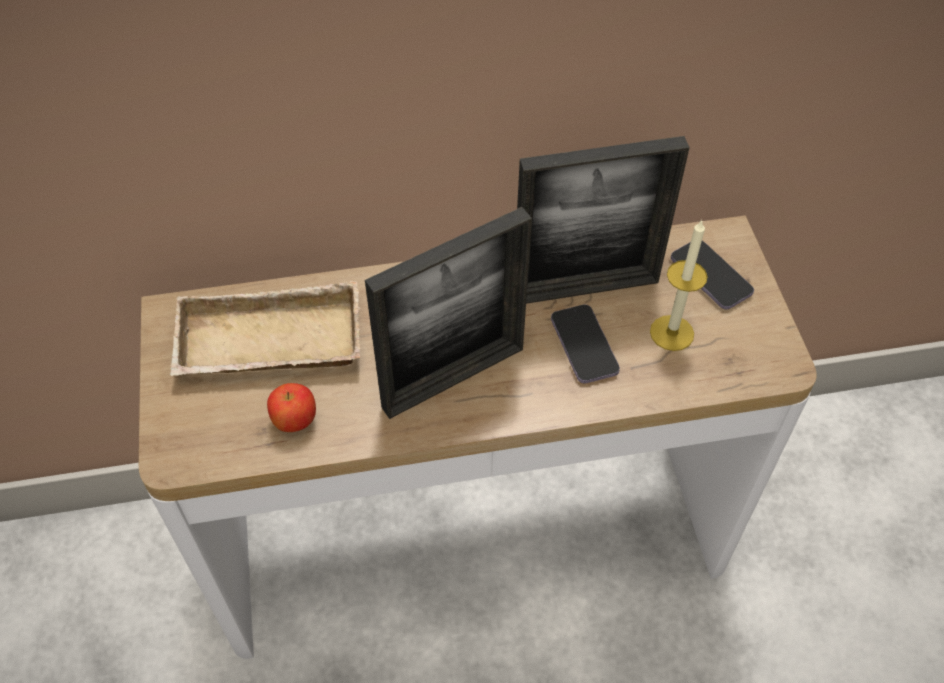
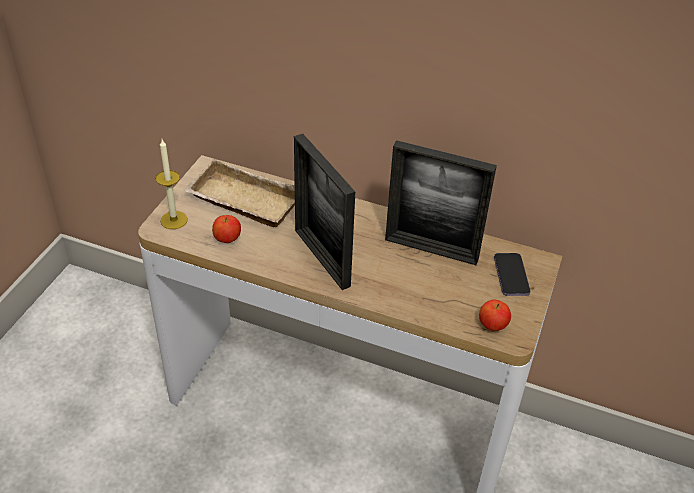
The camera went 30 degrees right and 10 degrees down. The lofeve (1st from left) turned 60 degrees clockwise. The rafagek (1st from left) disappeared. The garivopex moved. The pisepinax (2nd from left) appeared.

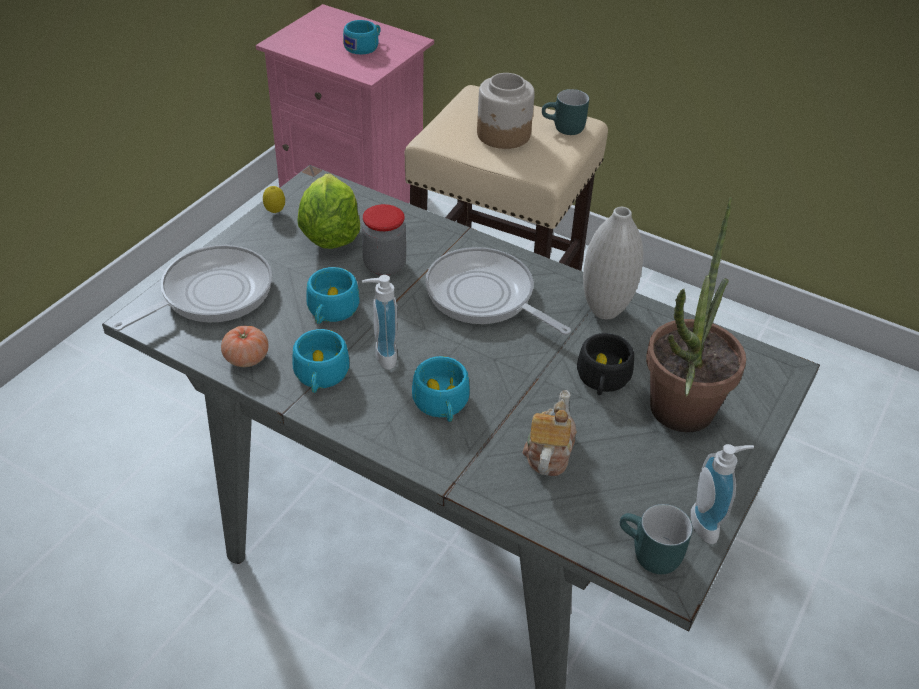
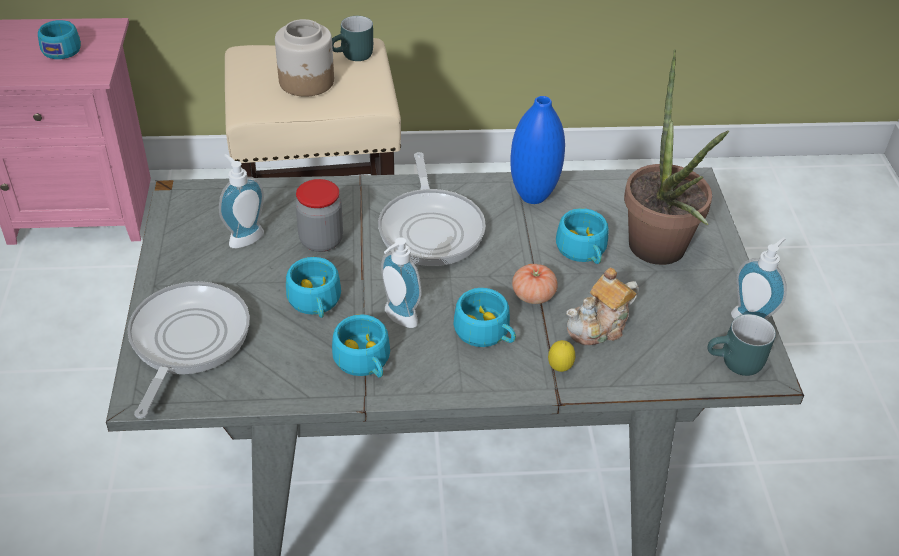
The camera went 35 degrees left and 0 degrees up. The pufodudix moved. The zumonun moved. The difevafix was replaced by the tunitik (1st from left). The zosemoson (2nd from left) turned 105 degrees counterclockwise. The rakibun turned 105 degrees counterclockwise. The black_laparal became the turquoise_laparal (5th from left). The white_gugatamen became the blue_gugatamen.

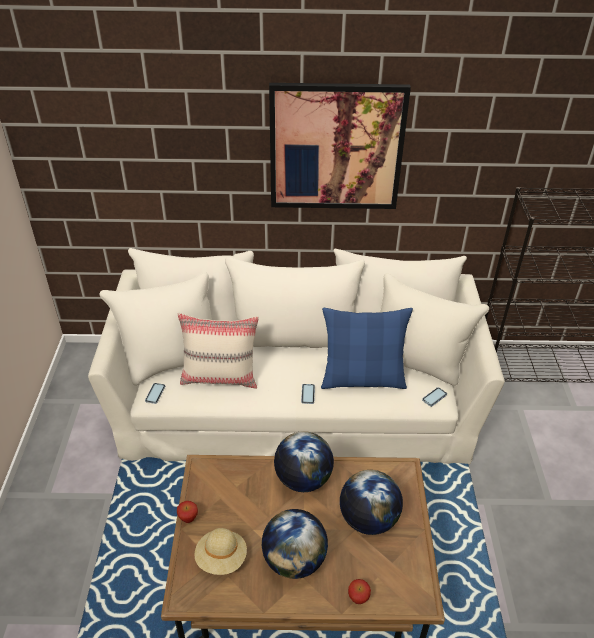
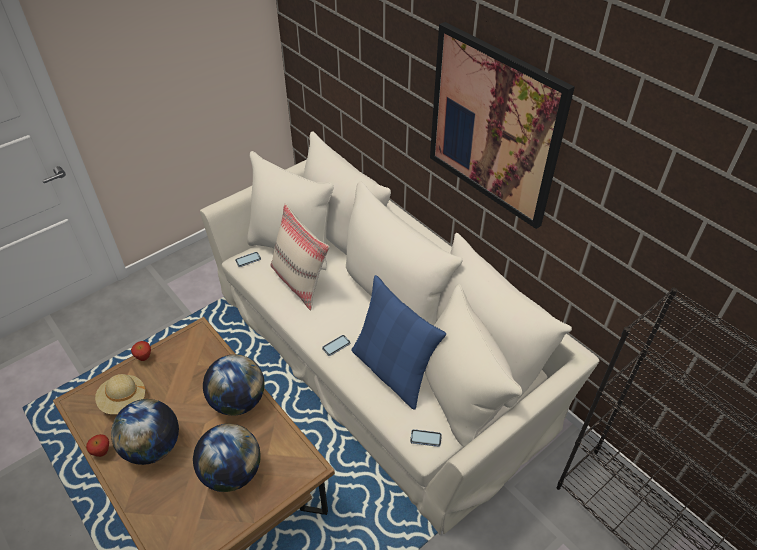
The camera went 50 degrees right and 5 degrees up. The pisepinax (2nd from left in the first image) moved.

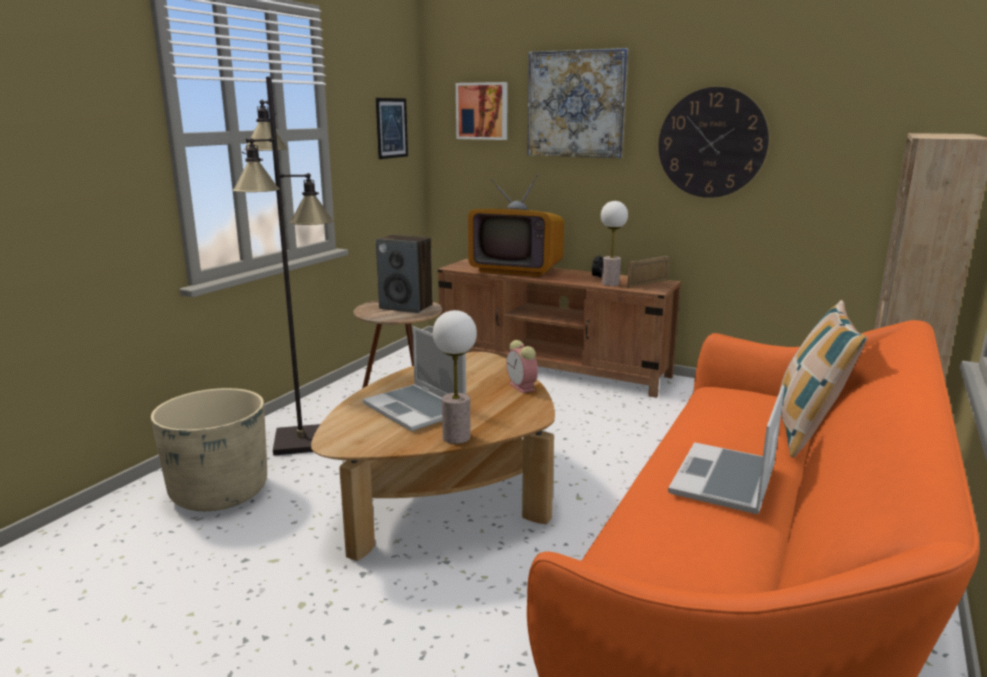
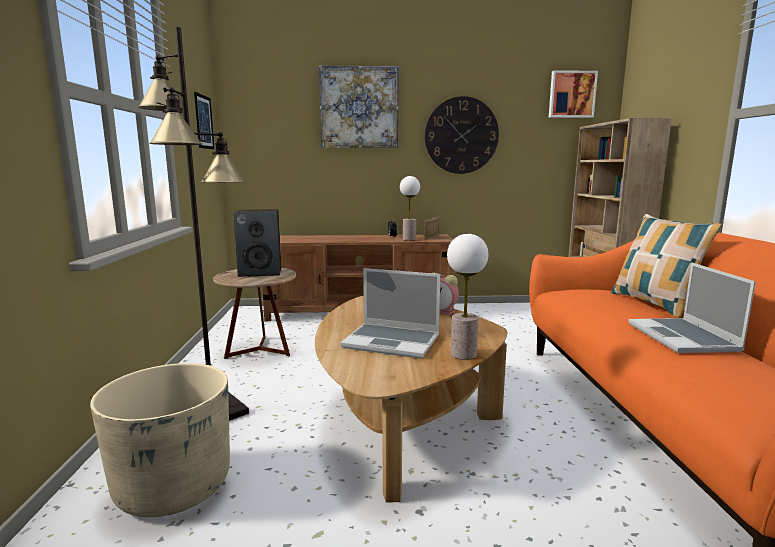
The camera went 30 degrees left and 5 degrees down. The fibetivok (2nd from left in the first image) moved. The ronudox disappeared.

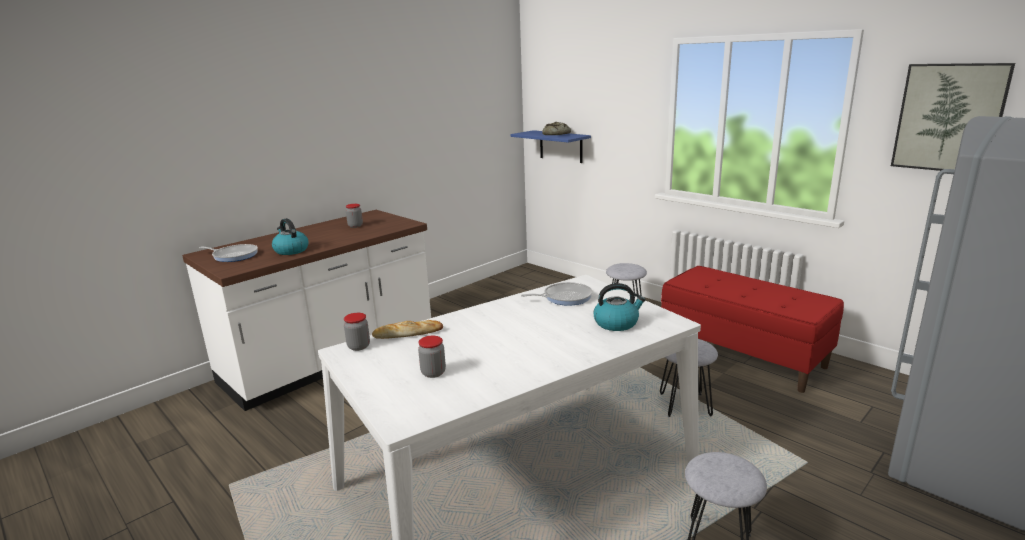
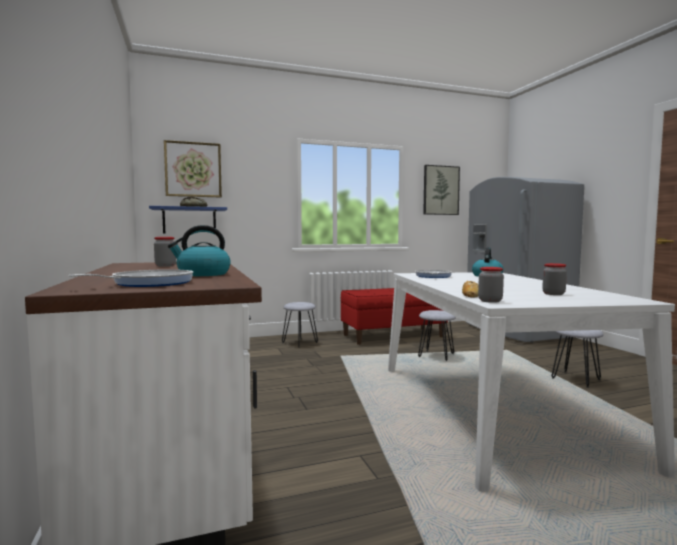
The camera went 65 degrees left and 15 degrees down. The fibetivok (1st from left) appeared.

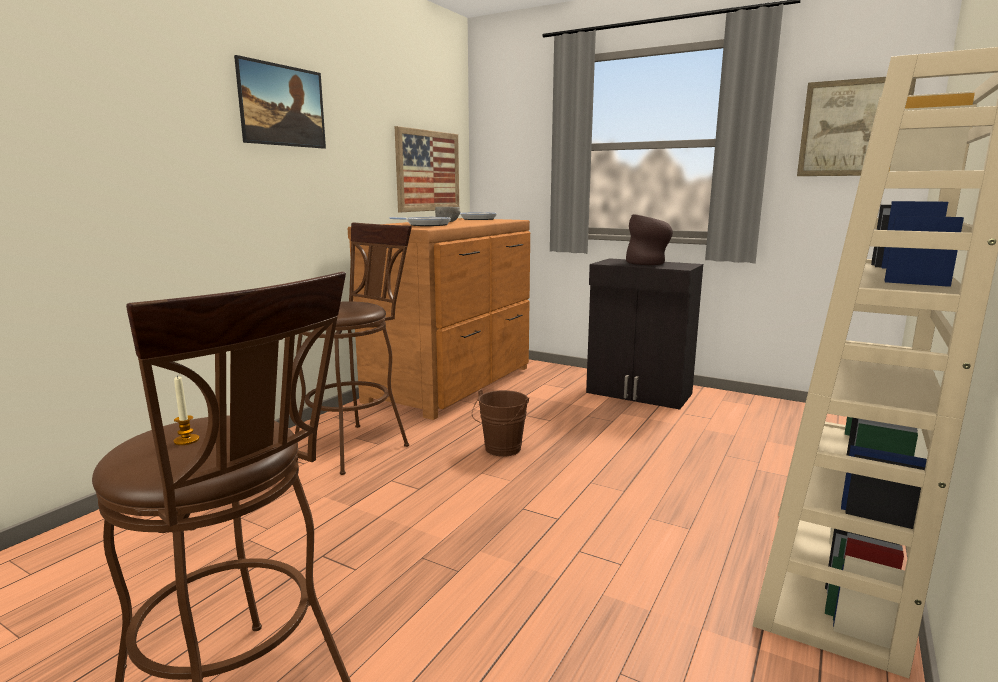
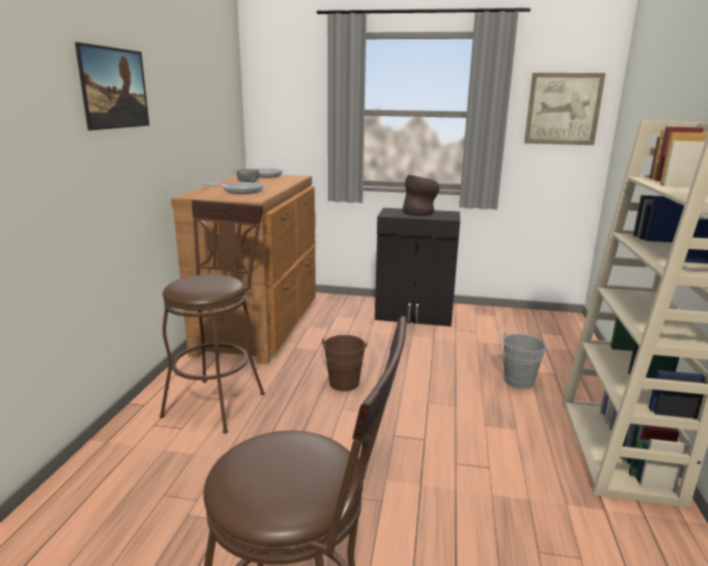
The camera went 20 degrees left and 5 degrees up. The garivopex disappeared. The fibetivok (2nd from left) disappeared. The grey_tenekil appeared.

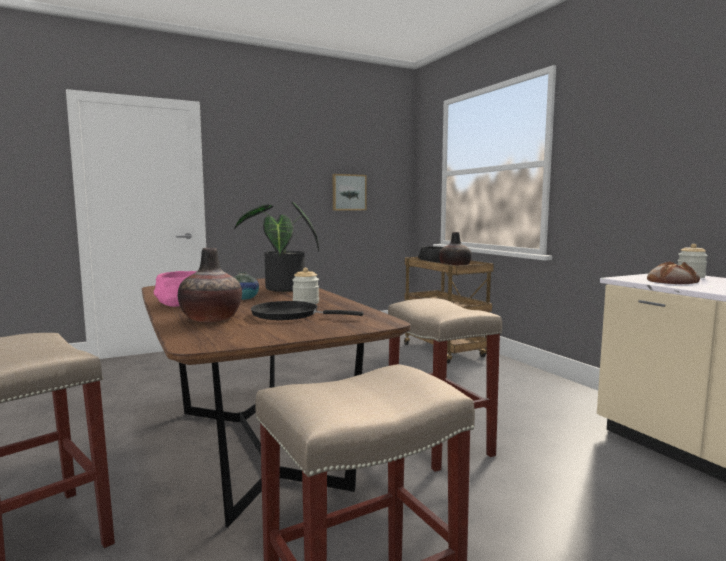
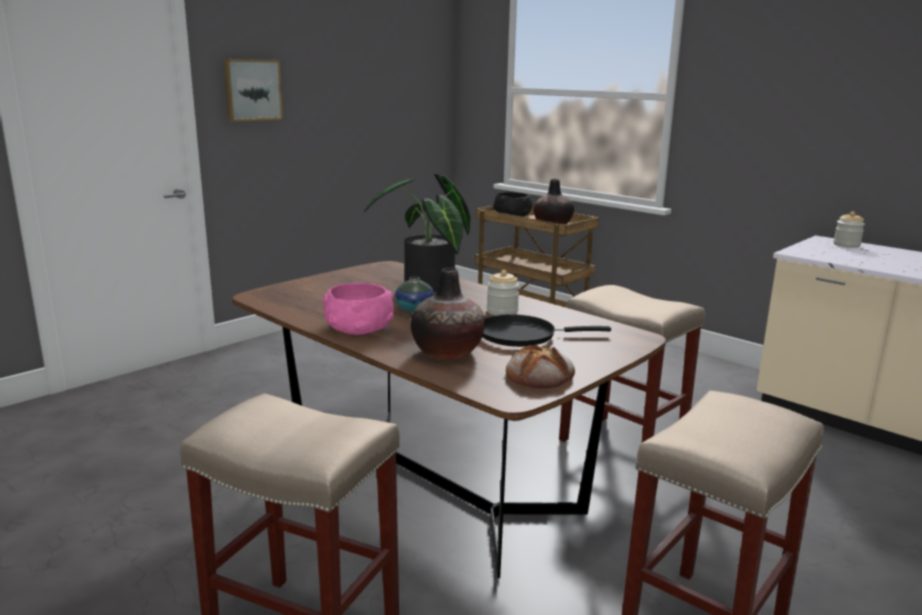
The camera went 20 degrees left and 10 degrees up. The fibetivok moved. The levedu moved.

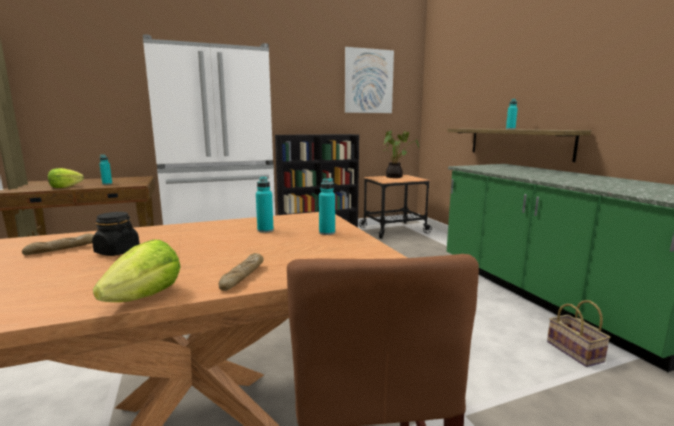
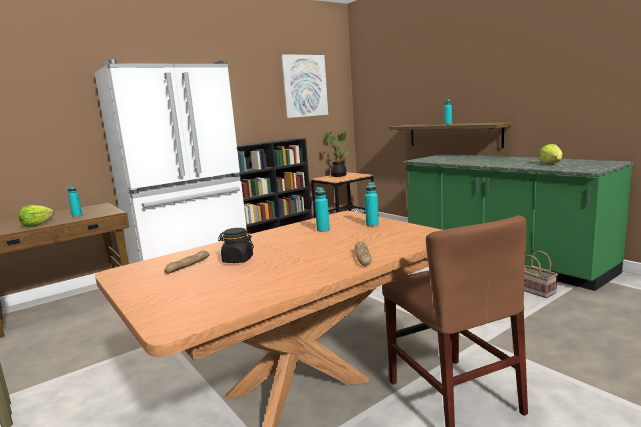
The camera went 15 degrees left and 0 degrees up. The difevafix (2nd from left) moved.

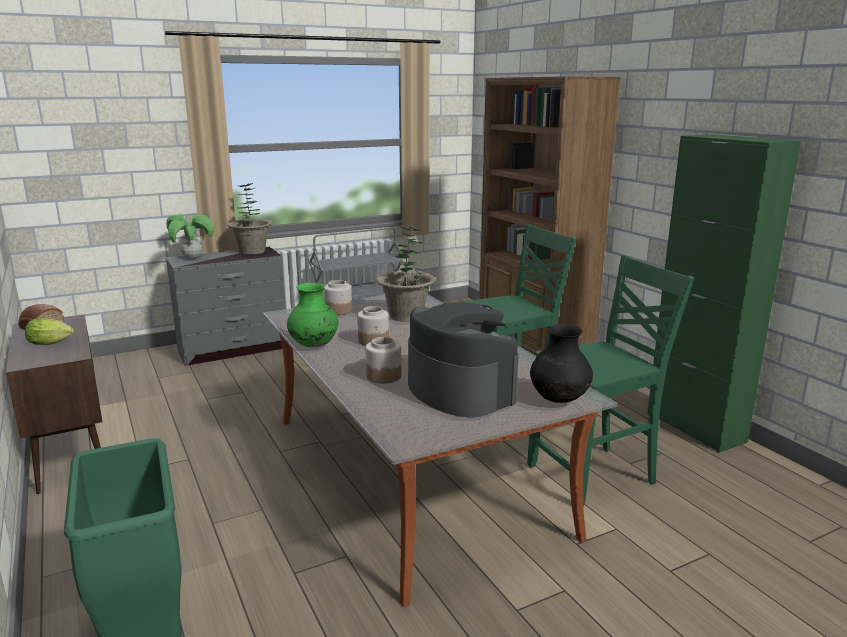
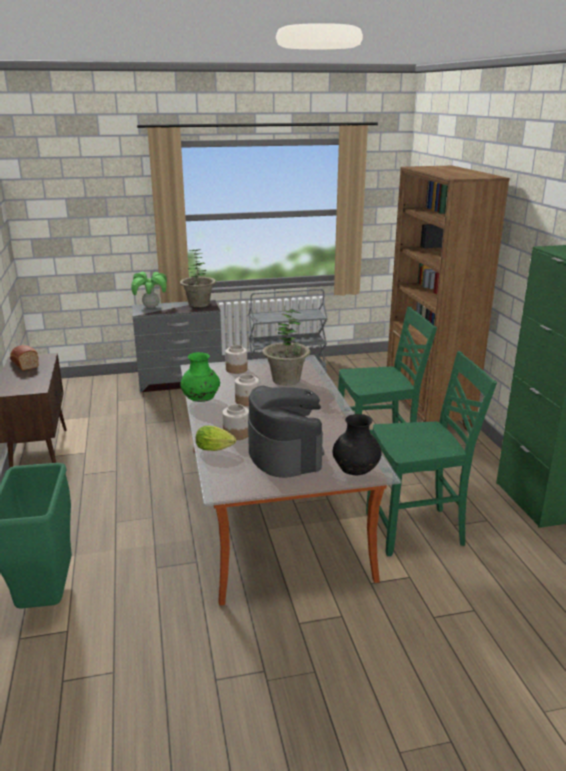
The camera went 15 degrees right and 5 degrees up. The difevafix moved.

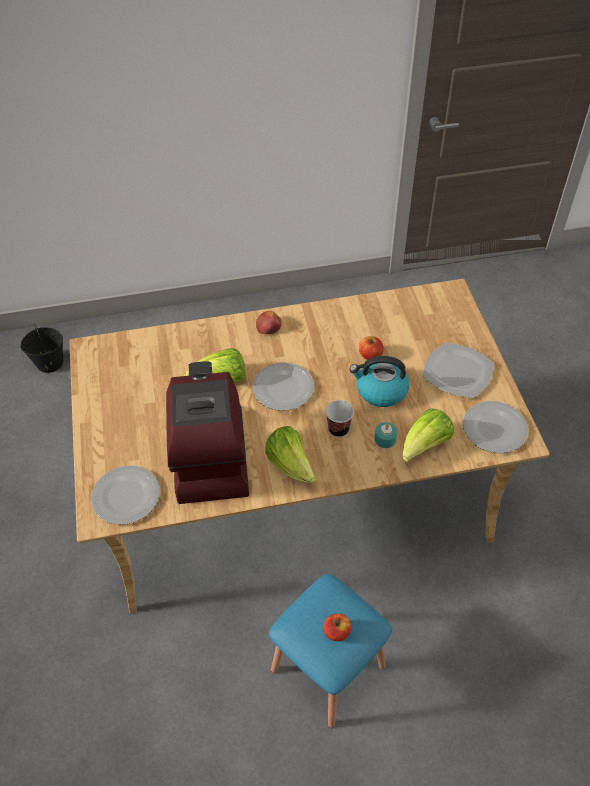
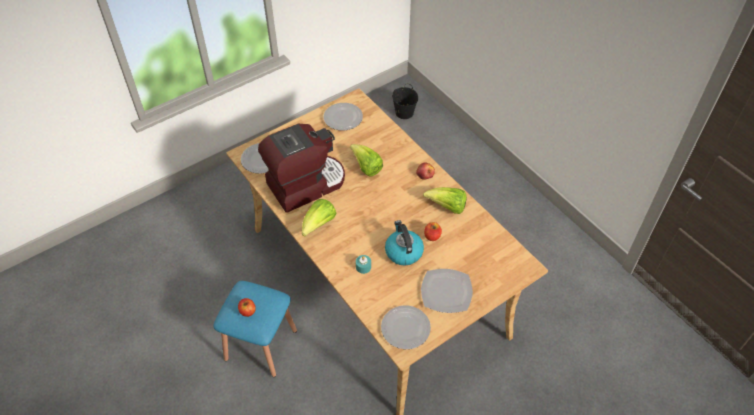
The camera went 65 degrees right and 0 degrees up. The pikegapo (2nd from left) moved. The laparal disappeared. The difevafix (3rd from left) moved.

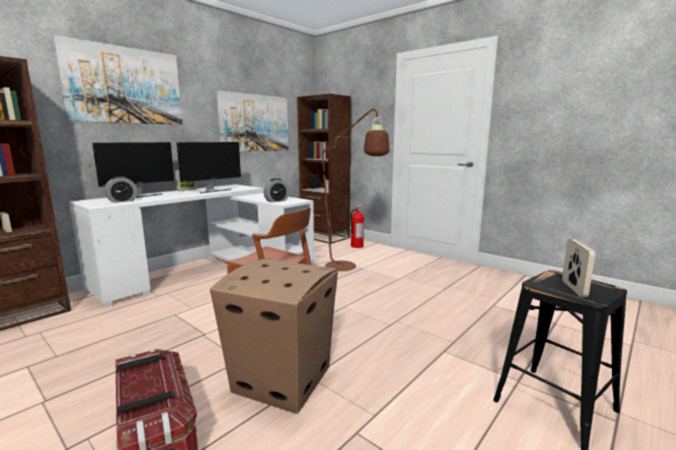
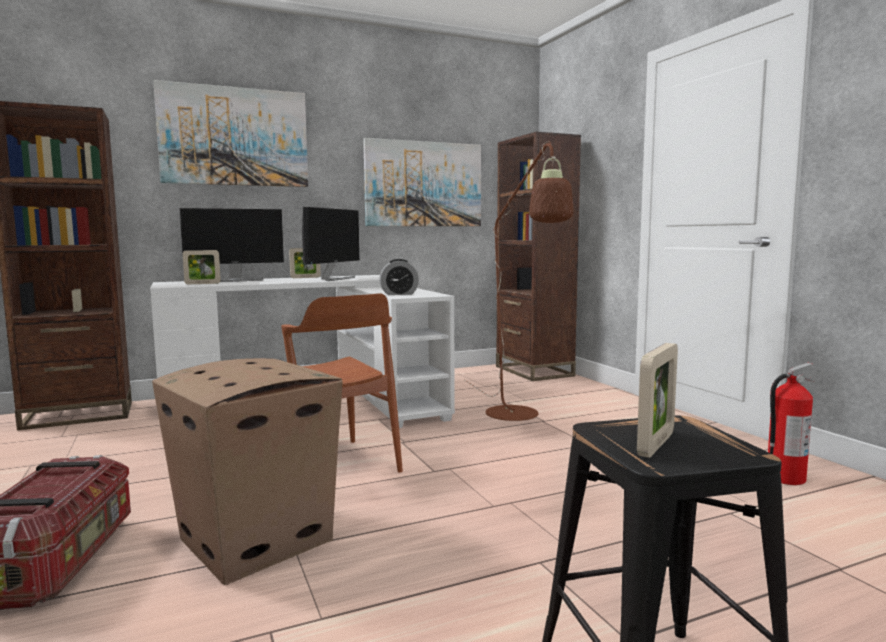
The camera went 25 degrees right and 5 degrees down. The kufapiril (1st from left) was replaced by the lofeve (1st from left). The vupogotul (2nd from left) turned 45 degrees counterclockwise. The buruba moved.

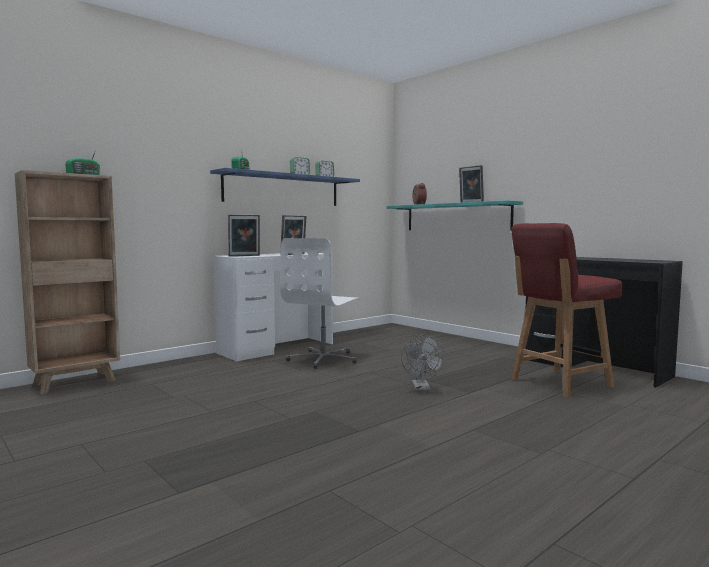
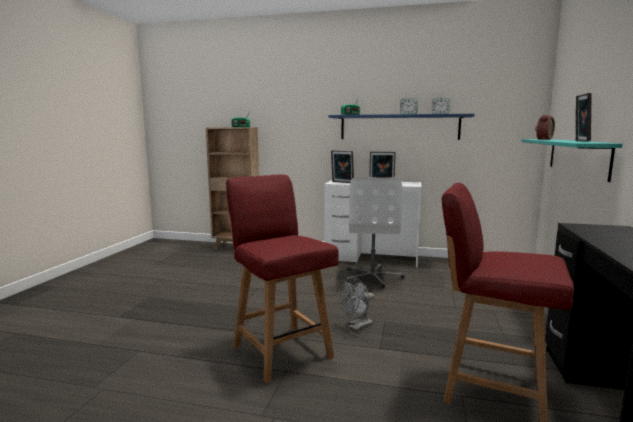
The camera went 55 degrees right and 5 degrees up. The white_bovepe turned 75 degrees counterclockwise. The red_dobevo (1st from left) appeared.

